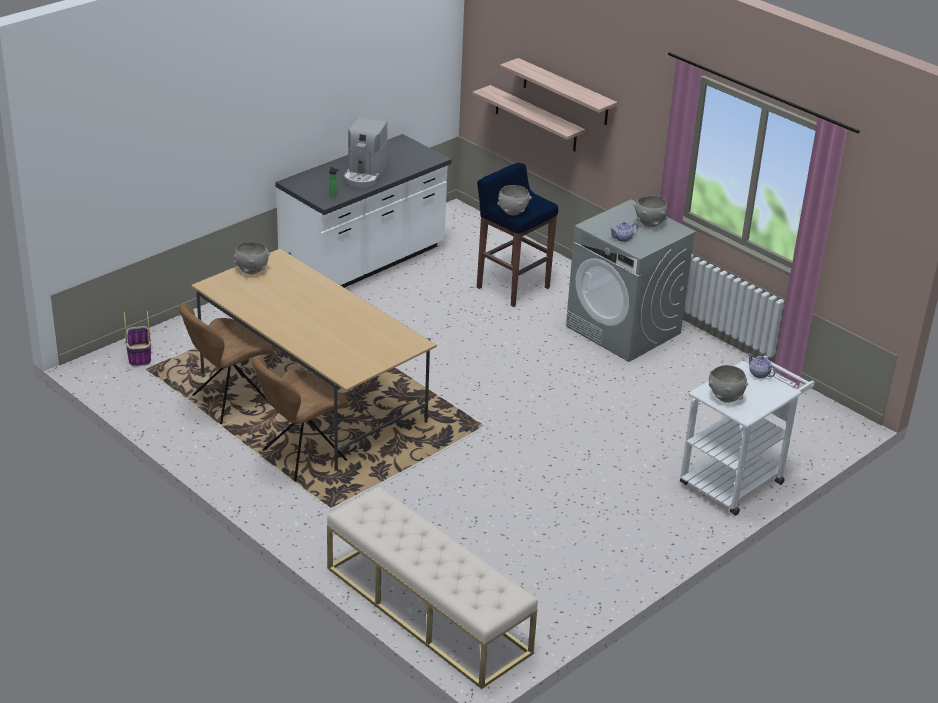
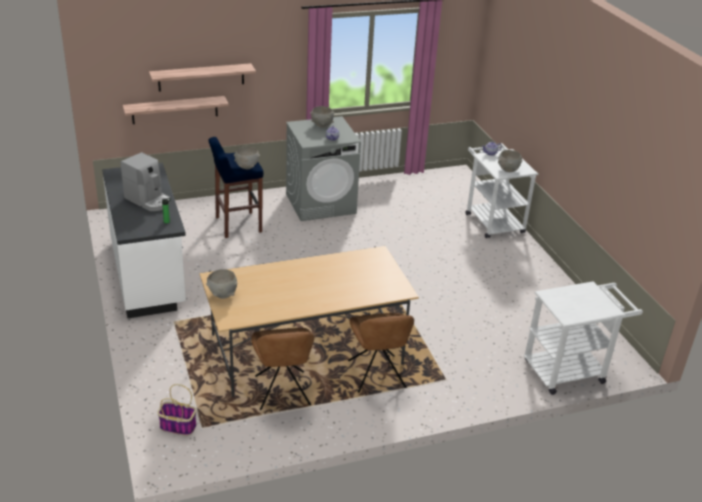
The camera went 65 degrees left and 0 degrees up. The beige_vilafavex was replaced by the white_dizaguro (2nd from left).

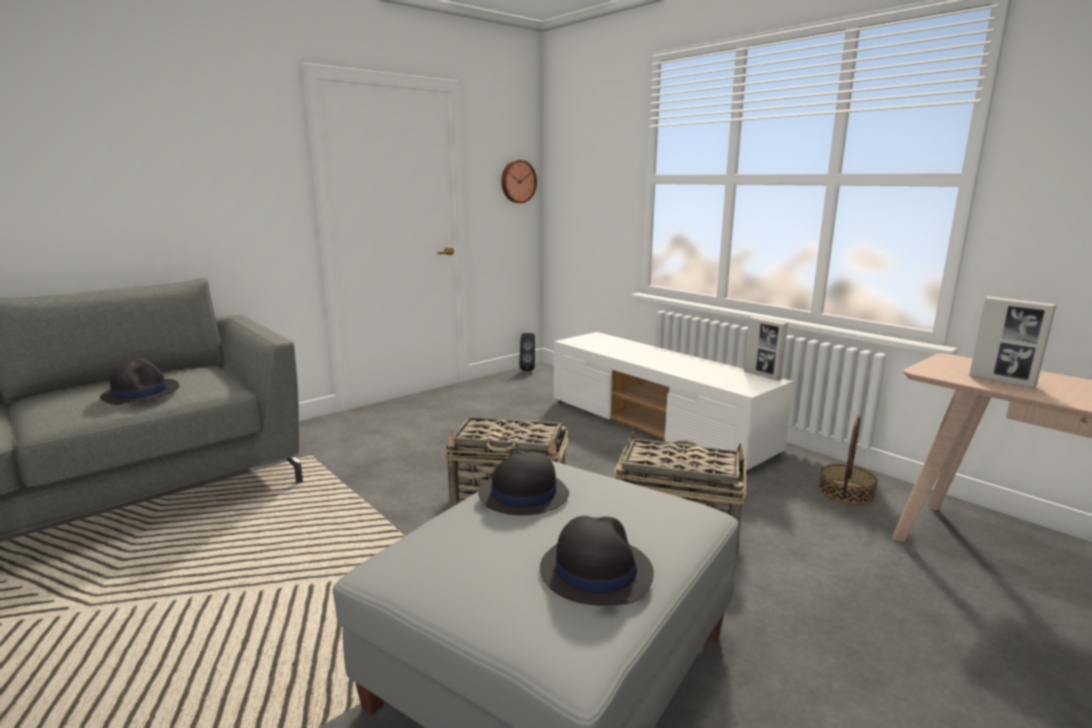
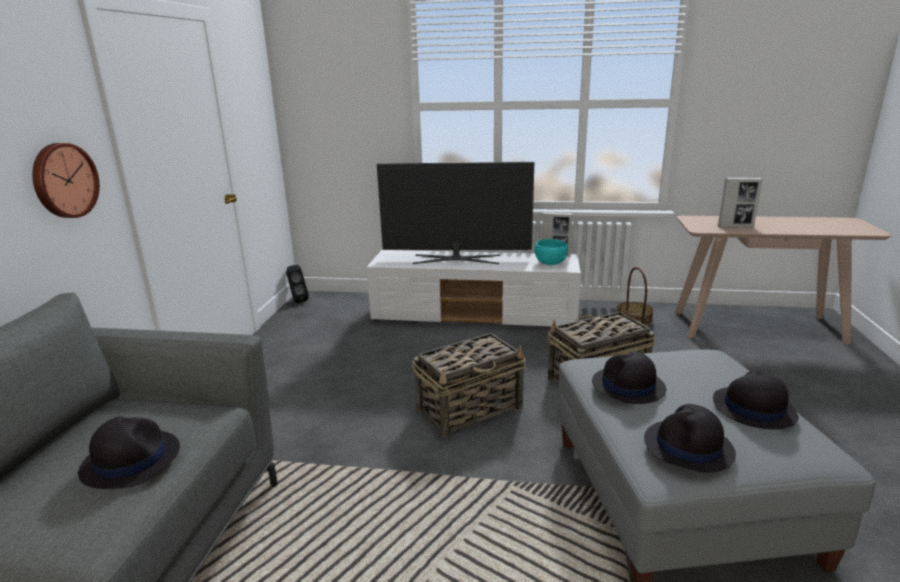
The camera went 40 degrees left and 5 degrees up. The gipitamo moved. The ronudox appeared. The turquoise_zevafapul appeared. The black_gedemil (3rd from left) appeared.

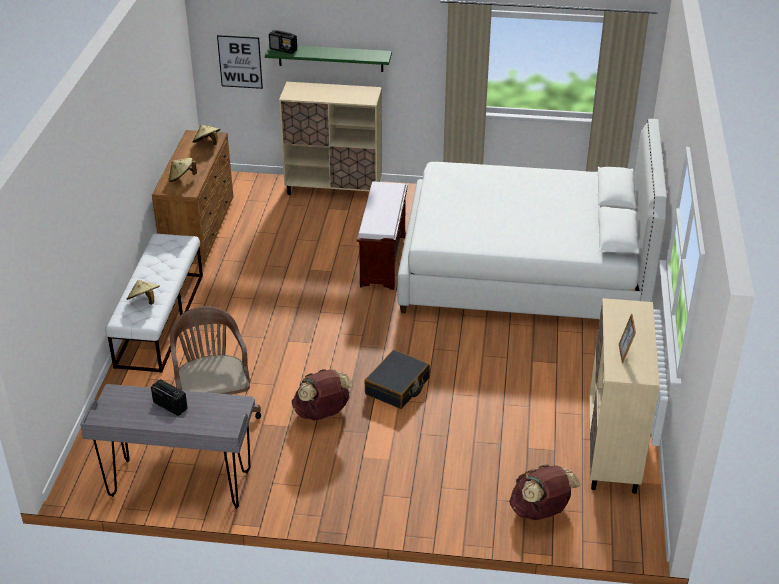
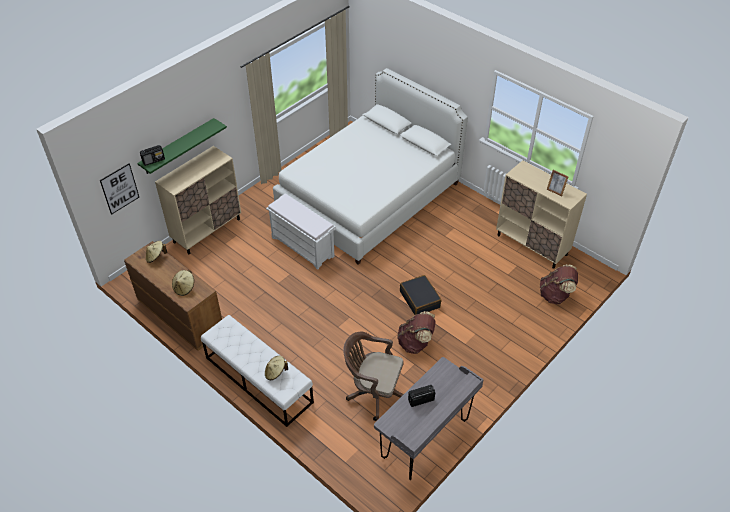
The camera went 55 degrees left and 10 degrees up. The brown_vilafavex became the white_vilafavex (2nd from left).

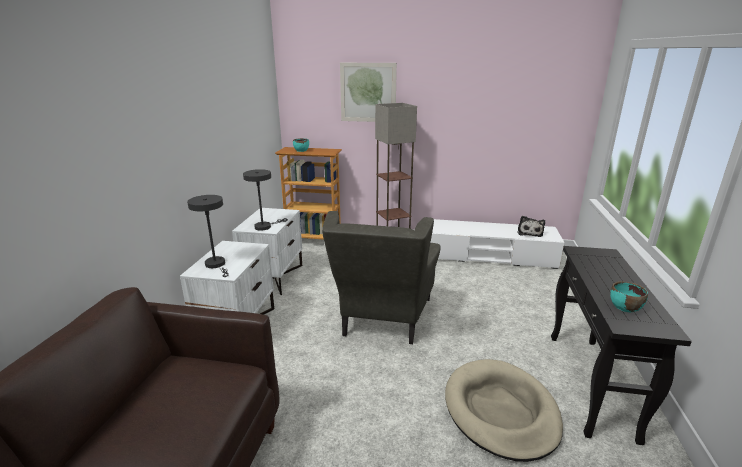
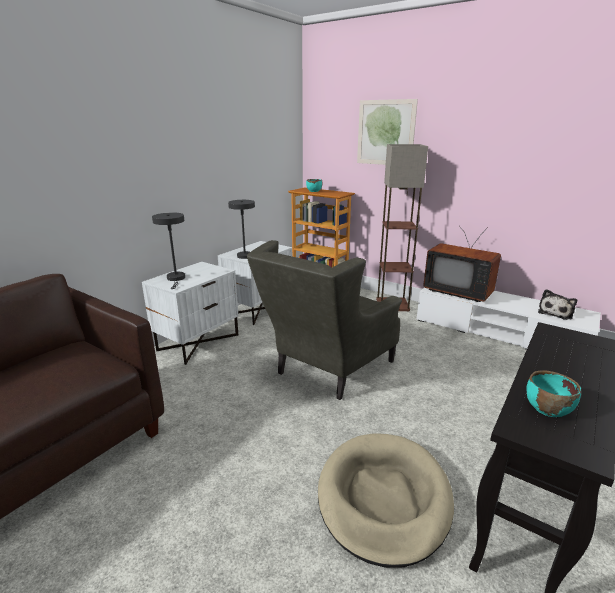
The camera went 25 degrees right and 0 degrees up. The ronudox appeared.

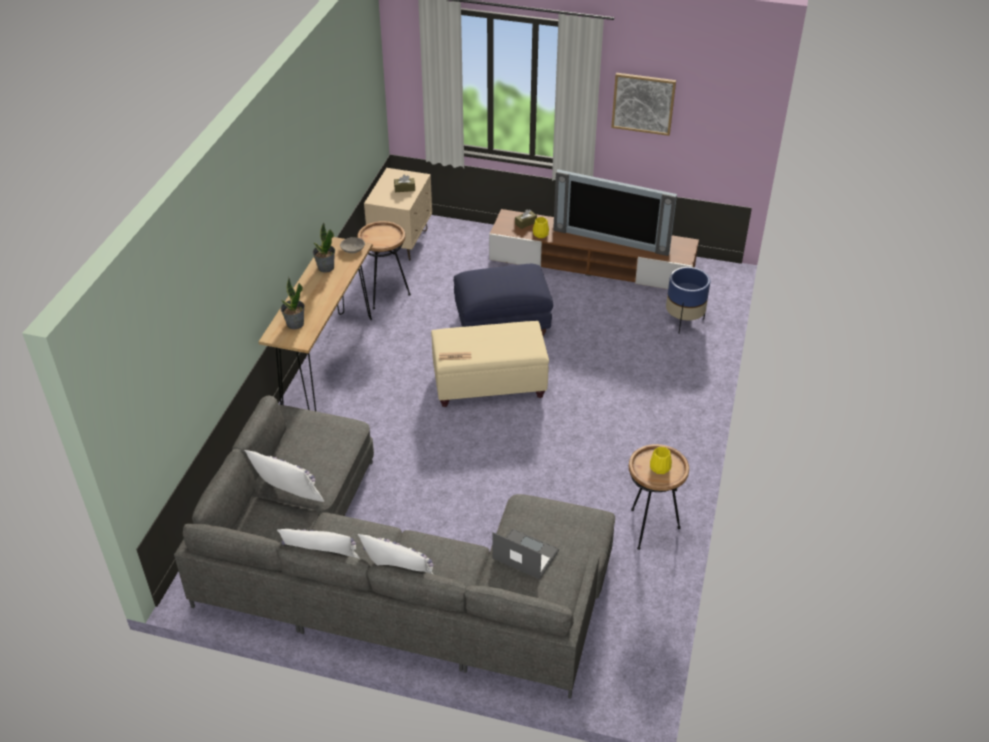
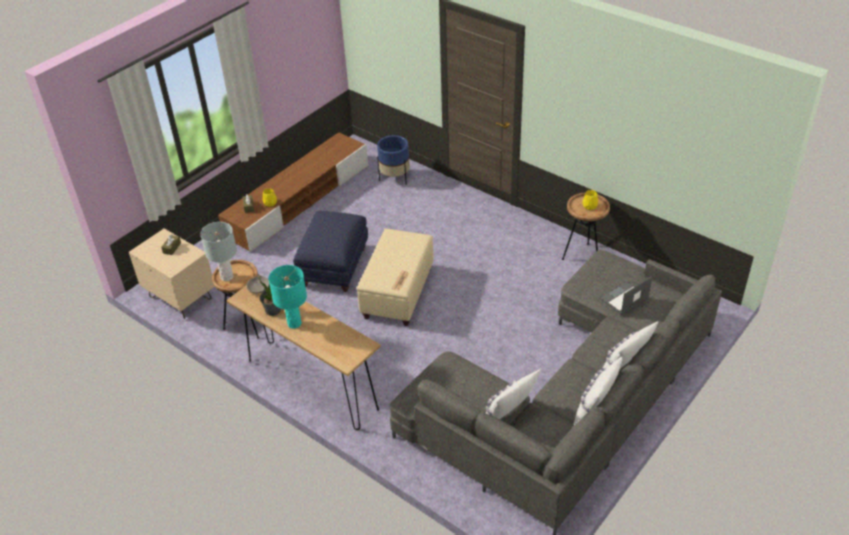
The camera went 65 degrees left and 0 degrees up. The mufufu (1st from left) disappeared. The ronudox disappeared. The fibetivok disappeared. The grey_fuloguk appeared. The turquoise_fuloguk appeared.

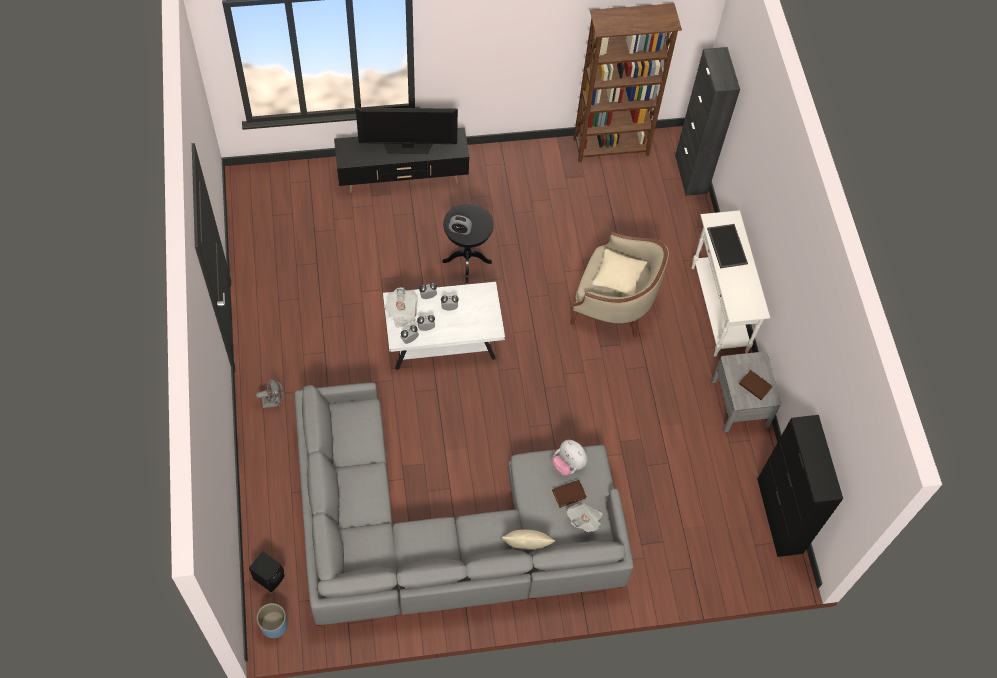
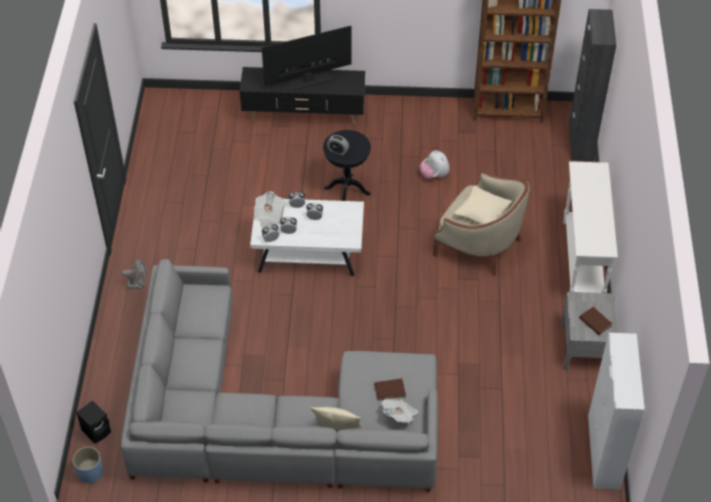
The camera went 15 degrees right and 10 degrees down. The ronudox turned 150 degrees clockwise. The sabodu moved. The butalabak disappeared. The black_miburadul (2nd from left) became the white_miburadul.

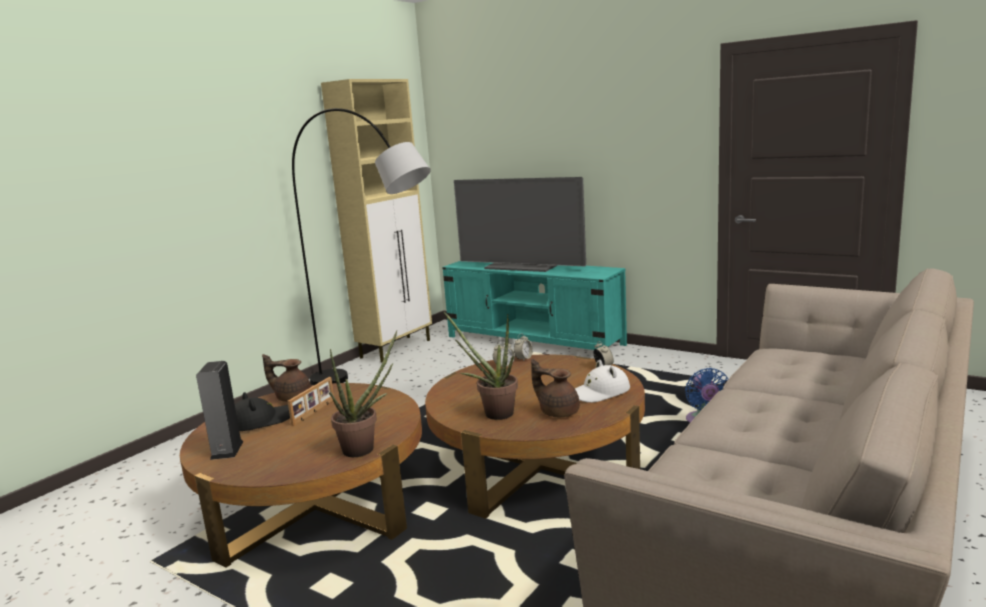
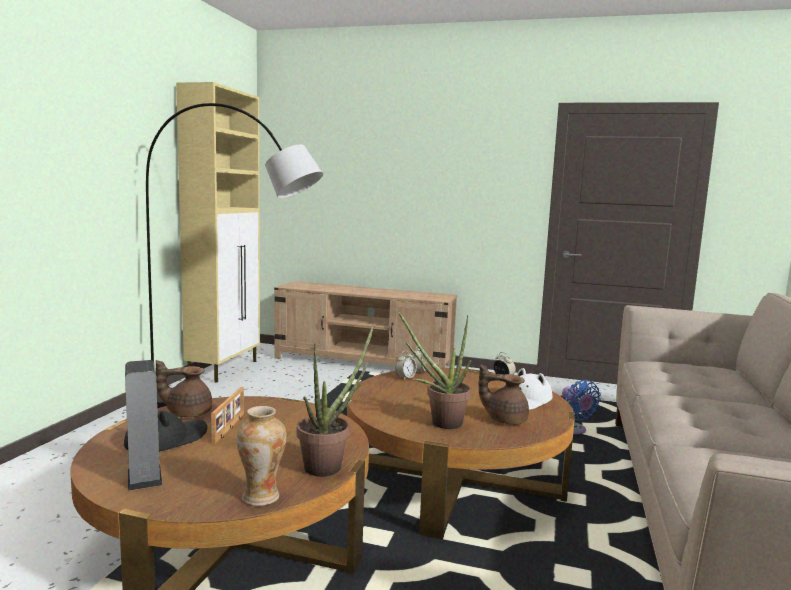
The camera went 20 degrees left and 5 degrees down. The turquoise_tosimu became the beige_tosimu. The ronudox disappeared. The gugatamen appeared.

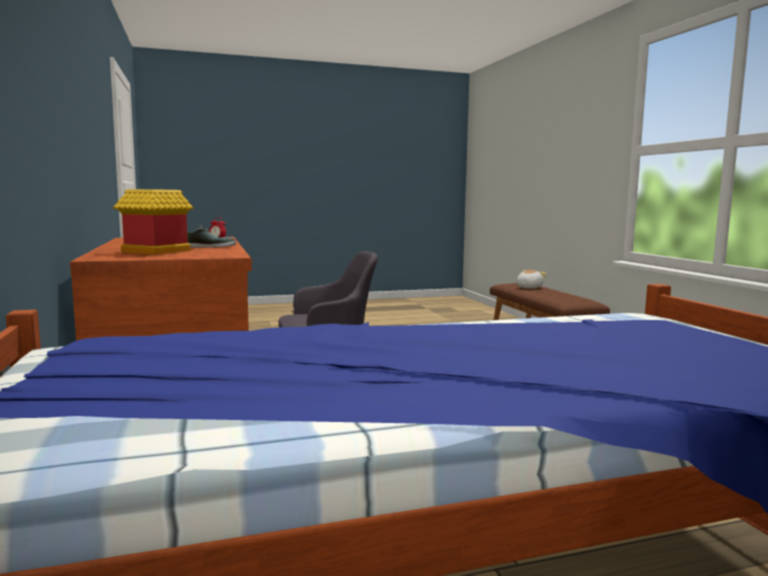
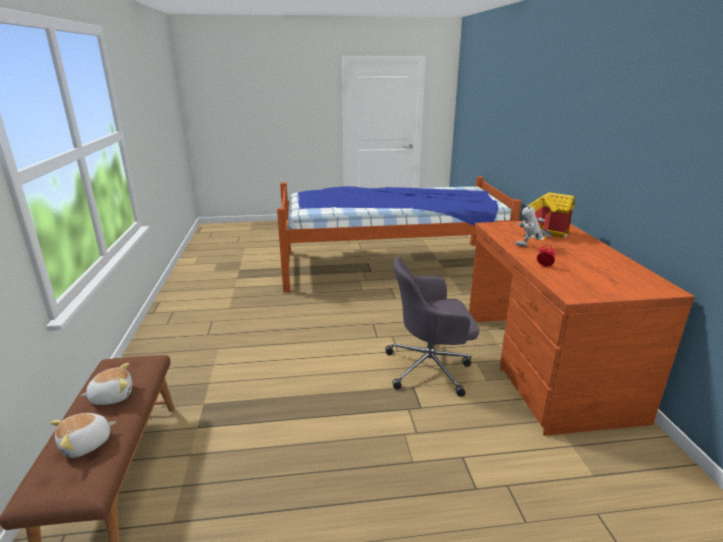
The camera went 170 degrees left and 15 degrees up. The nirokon was replaced by the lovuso. The sabodu (2nd from left) appeared.

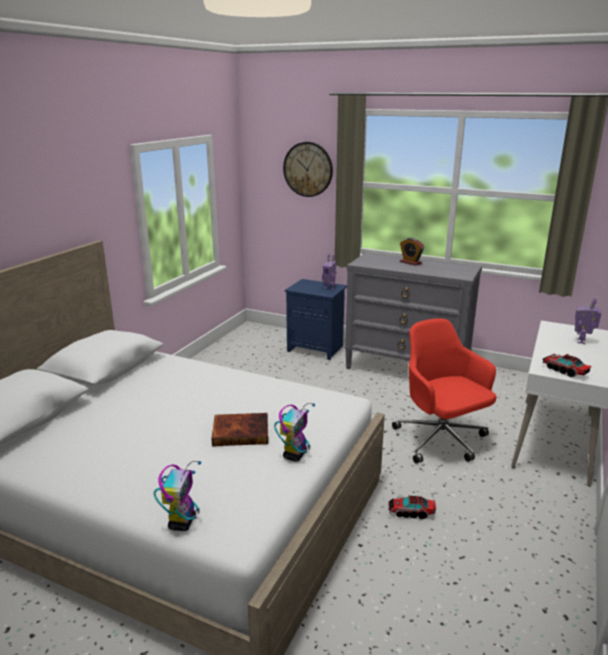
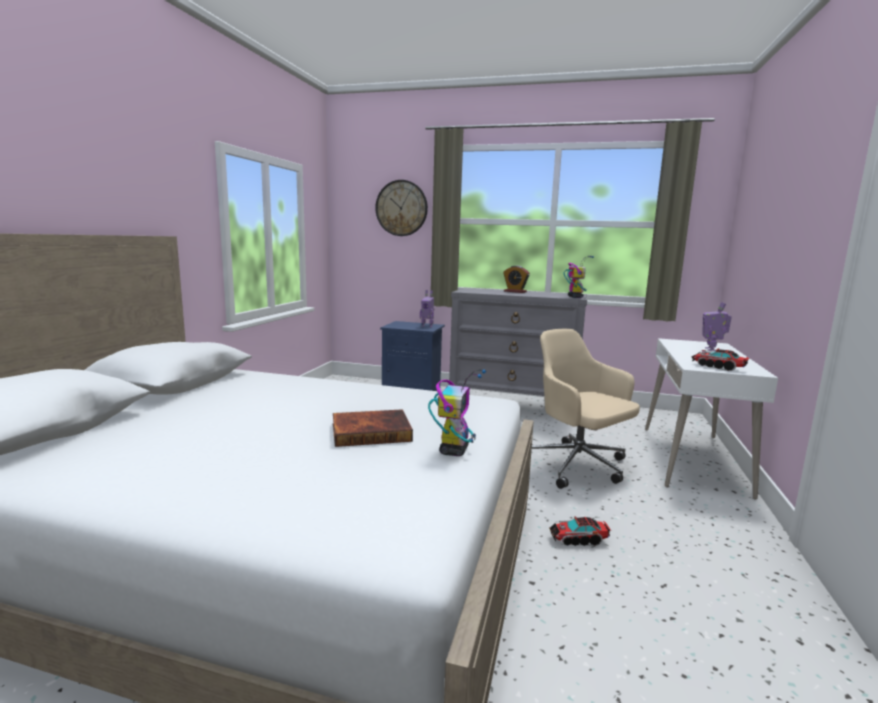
The camera went 10 degrees left and 10 degrees down. The lovuso (1st from left in the first image) moved. The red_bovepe became the beige_bovepe.

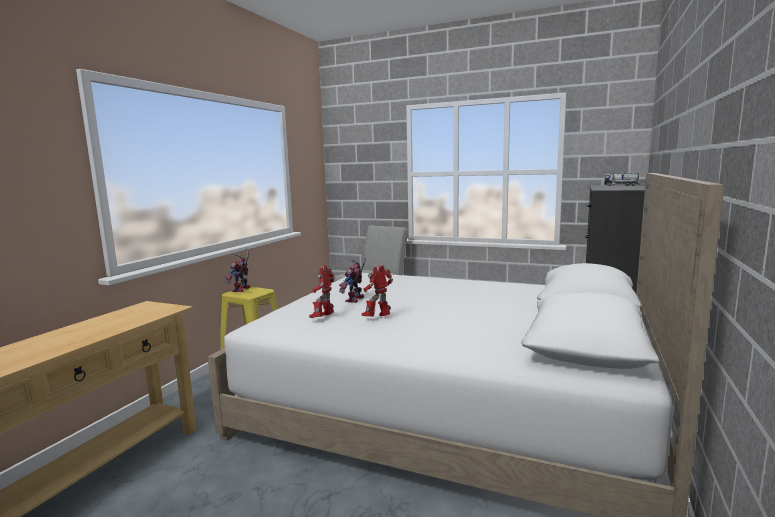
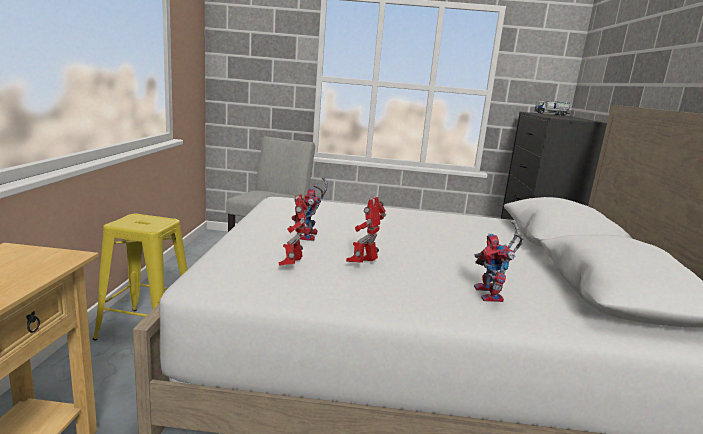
The camera went 20 degrees left and 5 degrees up. The lovuso (1st from left in the first image) moved.

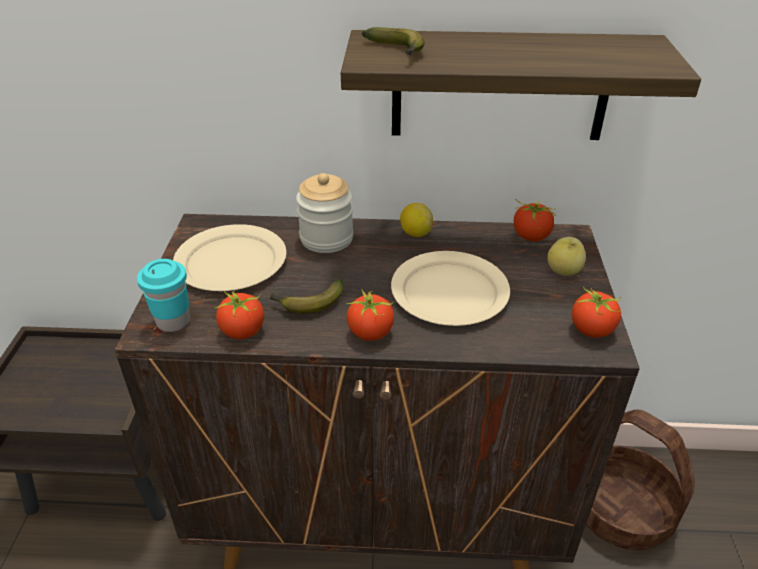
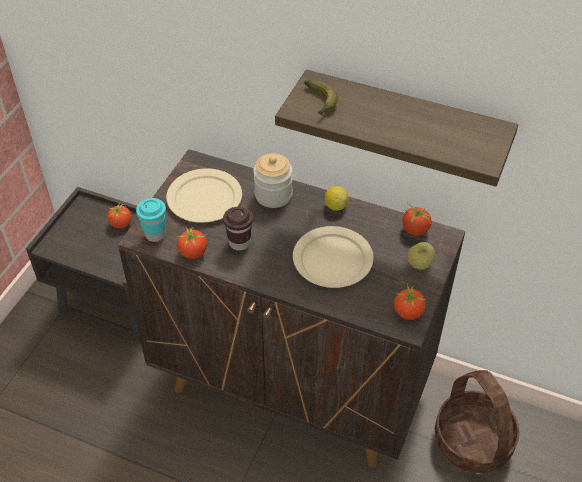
The camera went 20 degrees right and 10 degrees up. The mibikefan (1st from left) was replaced by the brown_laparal. The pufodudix (2nd from left in the first image) moved.

